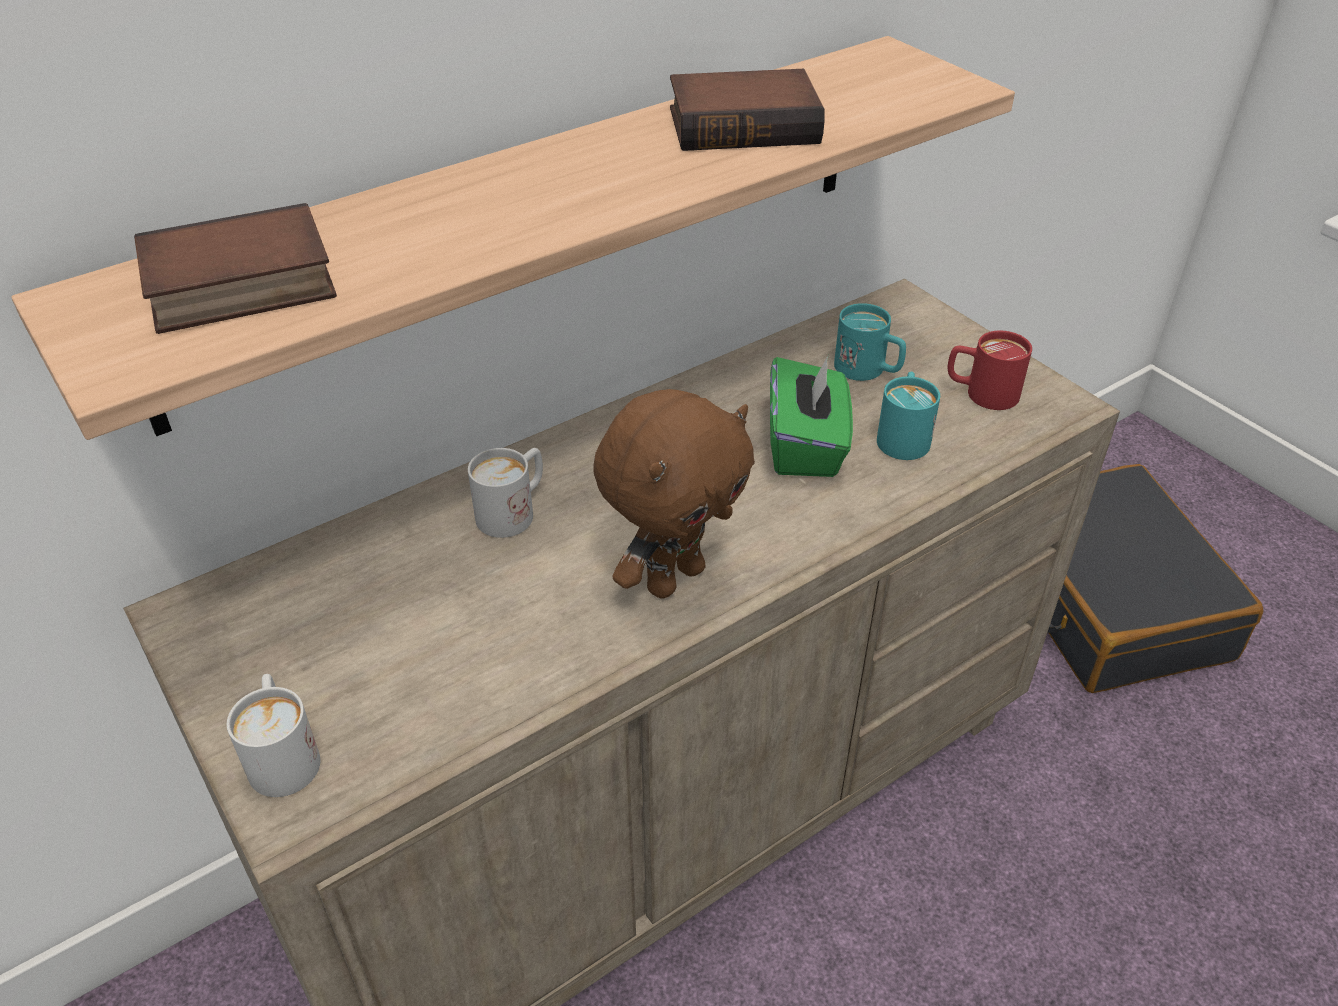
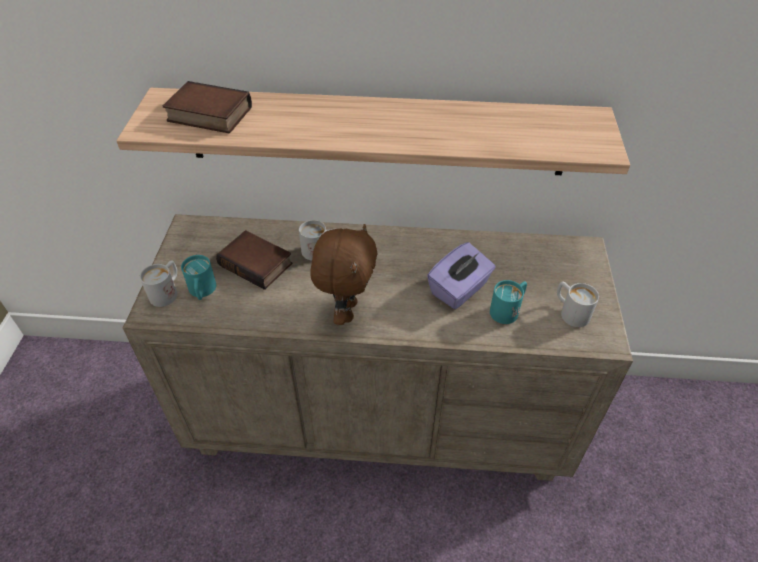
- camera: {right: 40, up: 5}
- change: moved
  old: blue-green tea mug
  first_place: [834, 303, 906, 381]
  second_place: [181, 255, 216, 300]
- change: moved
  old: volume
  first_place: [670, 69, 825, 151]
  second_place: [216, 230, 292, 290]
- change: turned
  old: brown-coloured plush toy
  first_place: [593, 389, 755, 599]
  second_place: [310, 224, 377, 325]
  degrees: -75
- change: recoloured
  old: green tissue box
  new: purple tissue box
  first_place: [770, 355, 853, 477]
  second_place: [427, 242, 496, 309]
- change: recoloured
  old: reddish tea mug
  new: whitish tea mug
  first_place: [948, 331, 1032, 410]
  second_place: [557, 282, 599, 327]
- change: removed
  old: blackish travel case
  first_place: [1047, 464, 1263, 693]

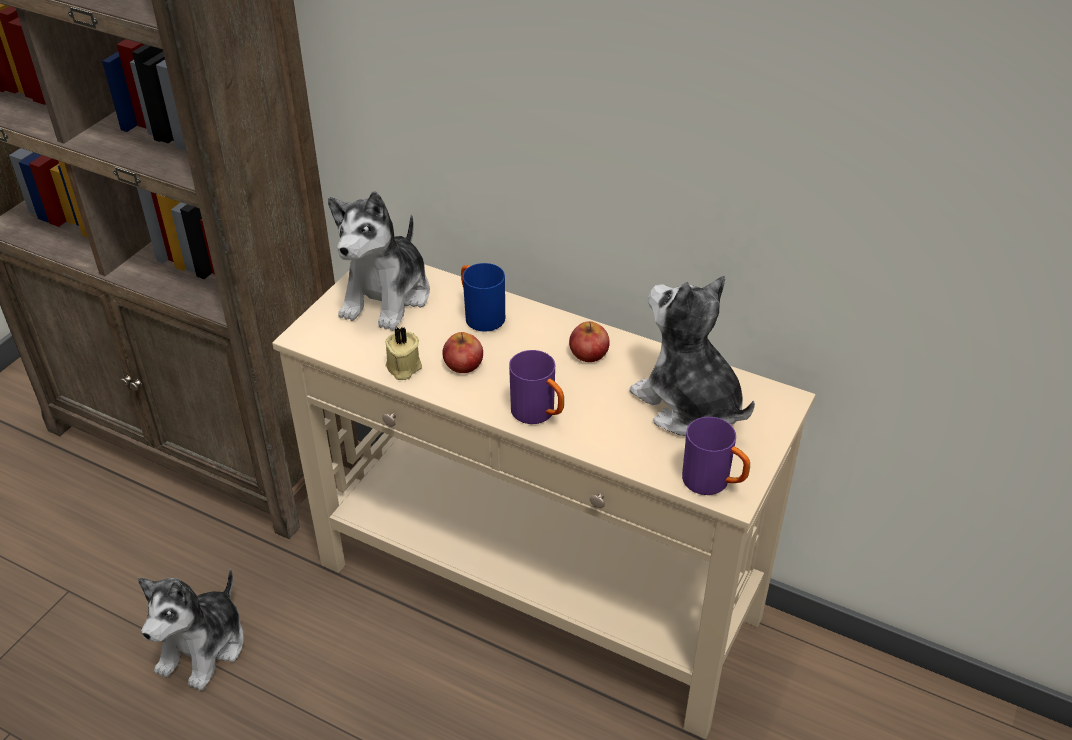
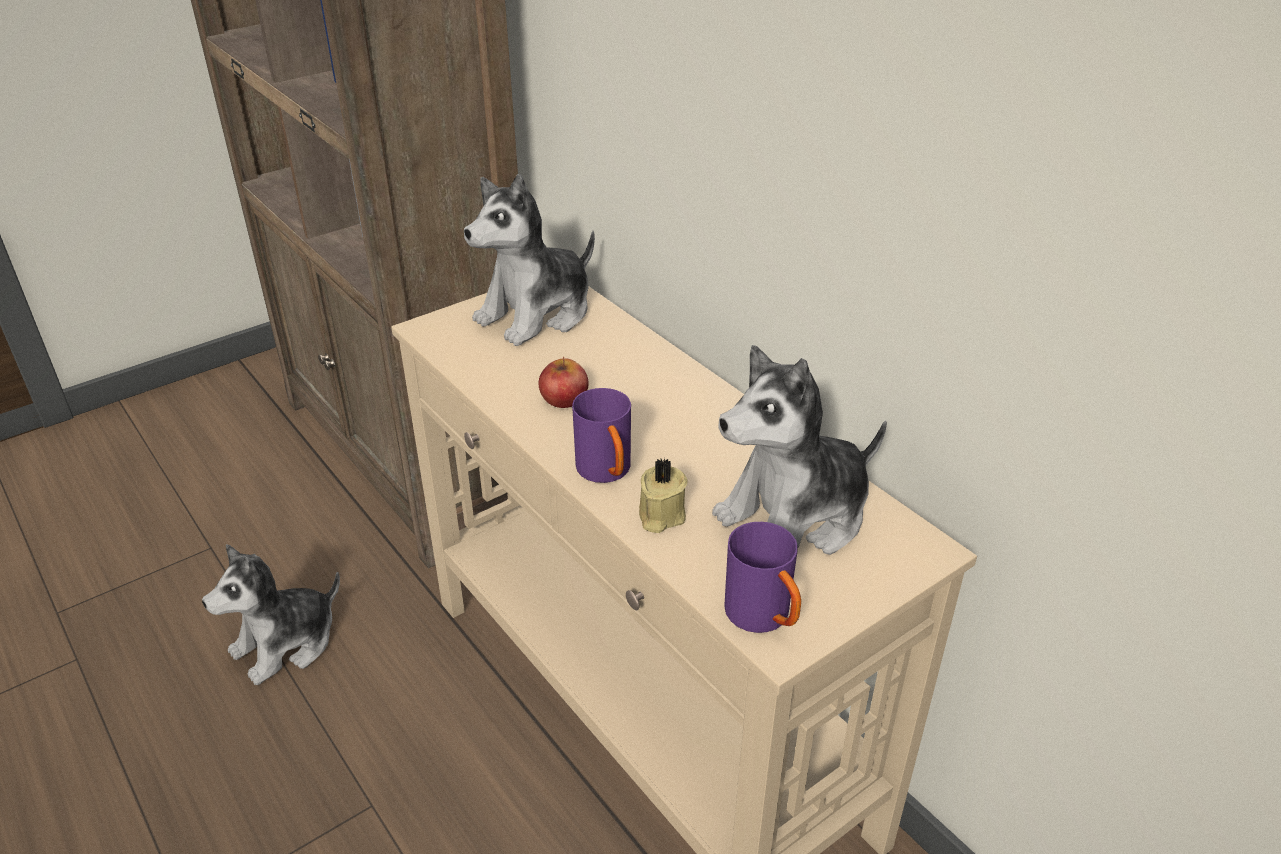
- camera: {right: 25, up: -5}
- change: moved
  old: beige candle
  first_place: [386, 326, 422, 380]
  second_place: [639, 458, 687, 533]
- change: turned
  old: plush toy
  first_place: [630, 276, 755, 436]
  second_place: [712, 345, 887, 555]
  degrees: -105
- change: removed
  old: blue-coloured tea mug
  first_place: [461, 263, 505, 332]
- change: removed
  old: apple fruit
  first_place: [569, 321, 610, 362]

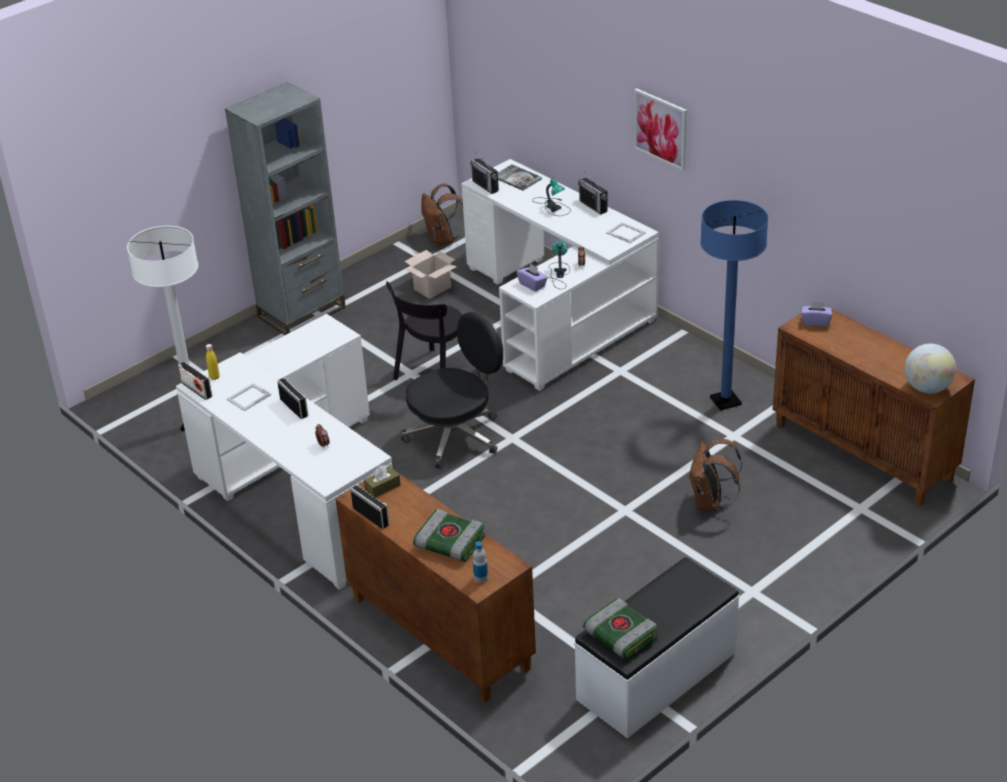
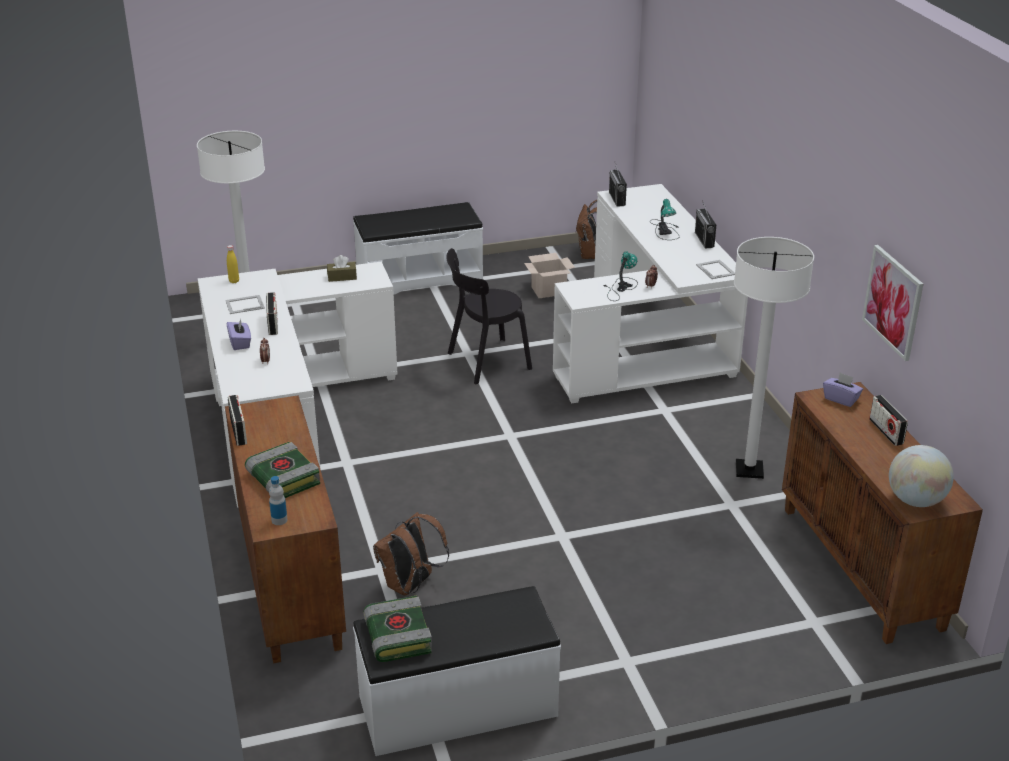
- camera: {right: 25, up: -5}
- change: moved
  old: purple tissue box
  first_place: [517, 263, 548, 291]
  second_place: [227, 319, 251, 350]
- change: moved
  old: brown-coloured tissue box
  first_place: [364, 465, 401, 498]
  second_place: [327, 255, 357, 282]
- change: replaced
  old: greyish bookcase
  new: whitish indoor bench
  first_place: [225, 82, 346, 335]
  second_place: [353, 202, 483, 294]
- change: moved
  old: brown-coloured backpack
  first_place: [689, 439, 742, 511]
  second_place: [373, 512, 449, 595]
- change: recoloured
  old: blue-coloured standard lamp
  new: whitish standard lamp
  first_place: [700, 200, 768, 410]
  second_place: [734, 237, 814, 479]
- change: moved
  old: picture
  first_place: [634, 88, 687, 171]
  second_place: [862, 245, 923, 361]
- change: moved
  old: radio set
  first_place: [178, 361, 212, 400]
  second_place: [869, 395, 908, 446]
- change: removed
  old: blackish office chair
  first_place: [401, 312, 503, 469]
- change: removed
  old: volume
  first_place: [498, 164, 542, 191]

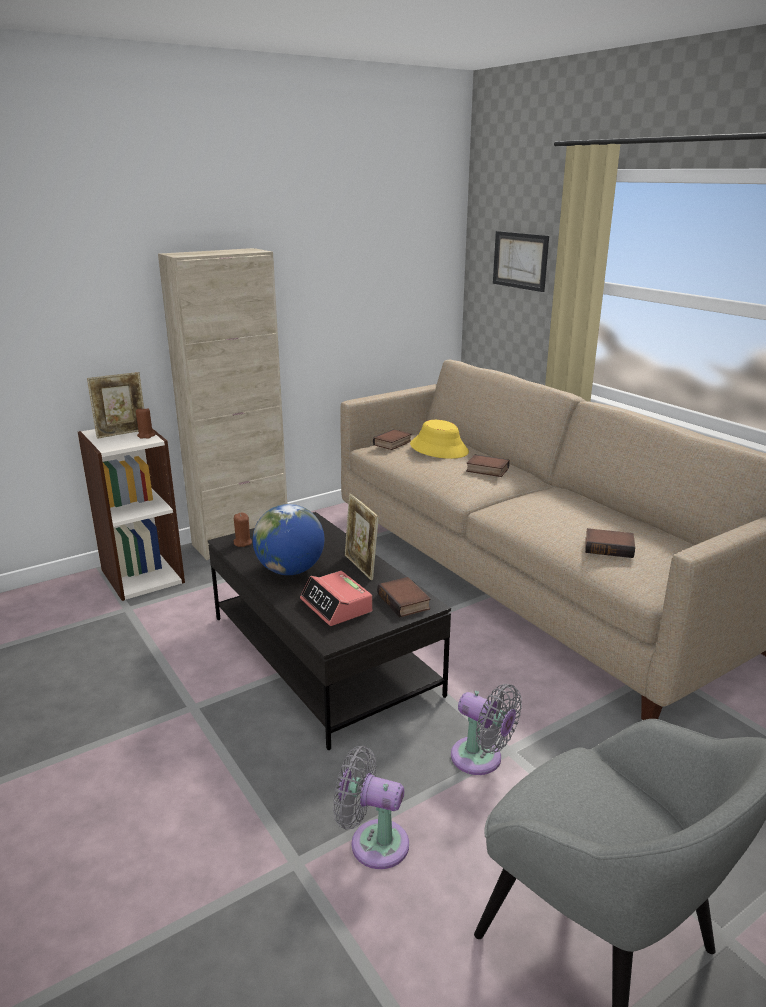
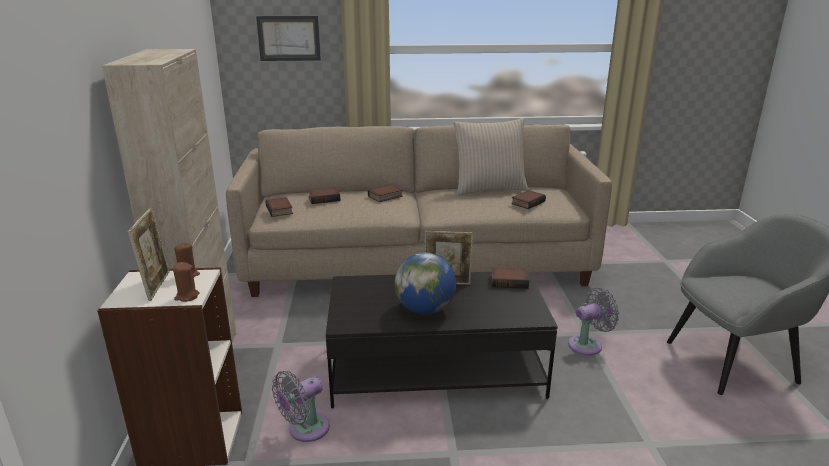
- camera: {right: -60, up: 0}
- change: moved
  old: brown-coloured candle
  first_place: [234, 513, 252, 547]
  second_place: [173, 262, 199, 302]
- change: moved
  old: greyish electric fan
  first_place: [333, 746, 409, 869]
  second_place: [272, 371, 330, 442]
- change: replaced
  old: yellow hat
  new: volume
  first_place: [410, 420, 469, 459]
  second_place: [308, 188, 340, 204]
- change: added
  new: beige cushion
  second_place: [453, 118, 529, 195]
- change: removed
  old: table clock
  first_place: [300, 571, 372, 626]

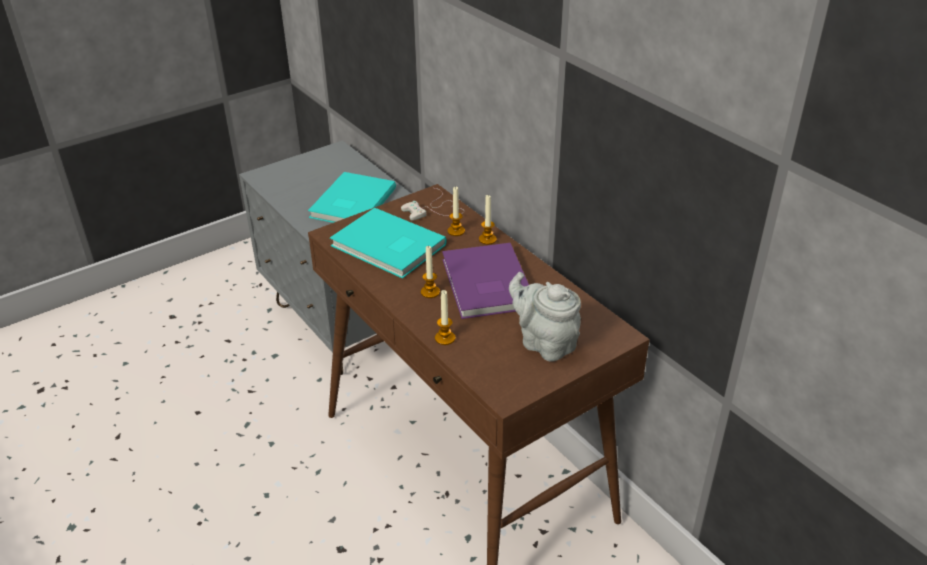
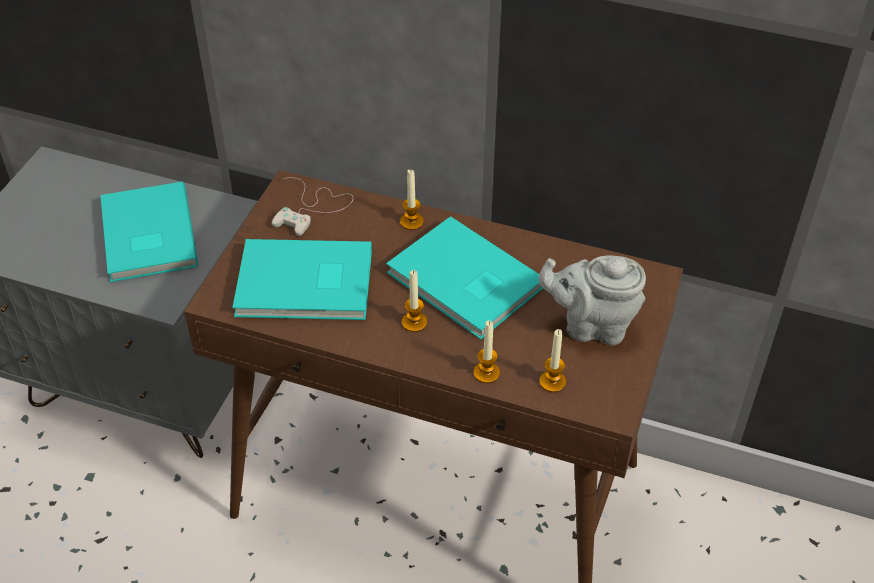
- camera: {right: -35, up: 10}
- change: recoloured
  old: purple volume
  new: blue-green volume
  first_place: [442, 243, 529, 319]
  second_place: [386, 216, 543, 340]
- change: moved
  old: candle
  first_place: [448, 186, 465, 236]
  second_place: [539, 329, 566, 393]

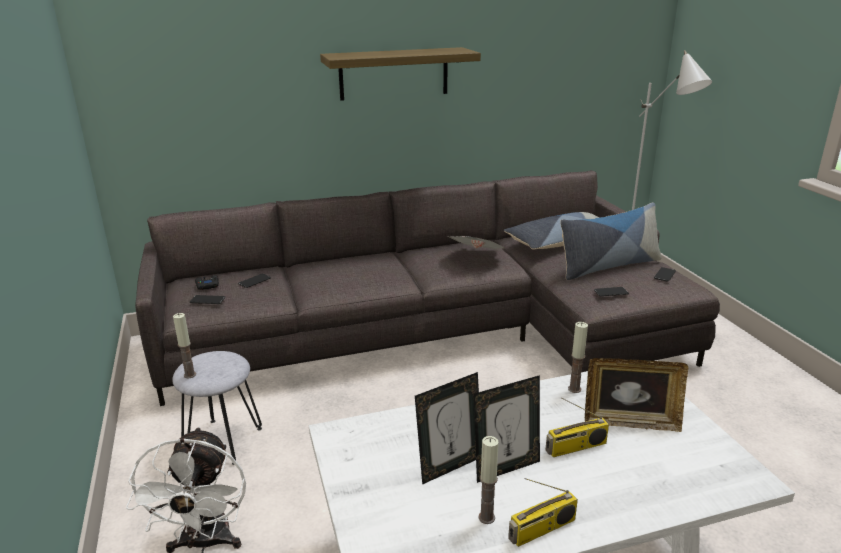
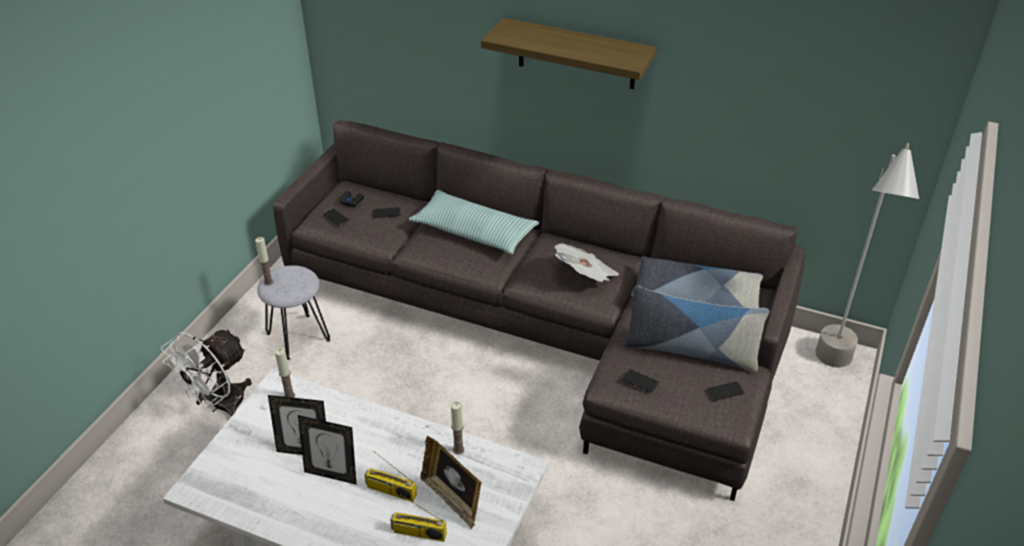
- camera: {right: 40, up: 15}
- change: moved
  old: candle
  first_place: [478, 436, 499, 524]
  second_place: [275, 348, 295, 398]
- change: moved
  old: radio set
  first_place: [508, 478, 578, 547]
  second_place: [390, 495, 447, 542]
- change: added
  new: cushion
  second_place: [409, 190, 539, 254]

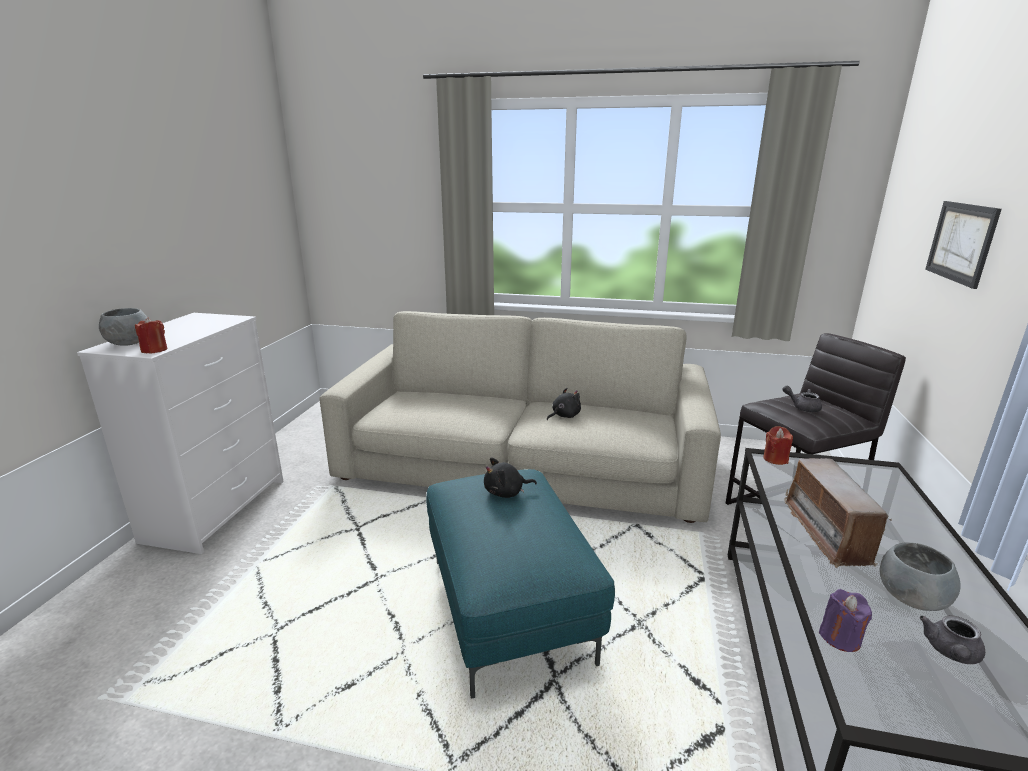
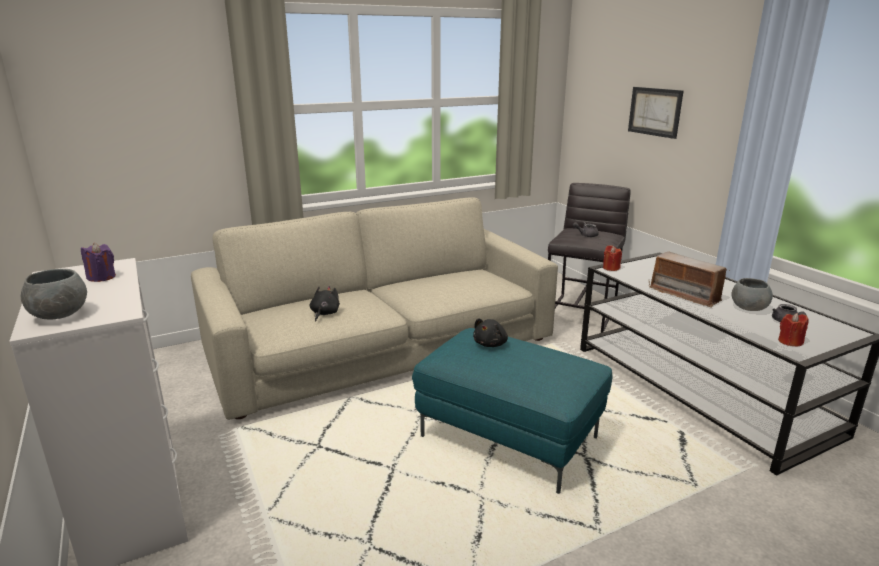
- camera: {right: -40, up: 0}
- change: moved
  old: purple candle
  first_place: [819, 589, 872, 652]
  second_place: [81, 243, 116, 282]
- change: moved
  old: blackish plush toy
  first_place: [547, 388, 581, 420]
  second_place: [310, 286, 340, 321]
- change: moved
  old: reddish candle
  first_place: [135, 317, 168, 354]
  second_place: [778, 313, 809, 346]

